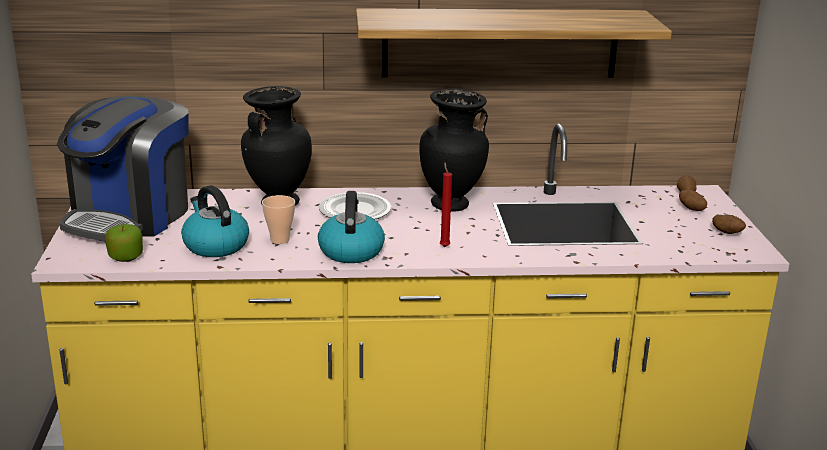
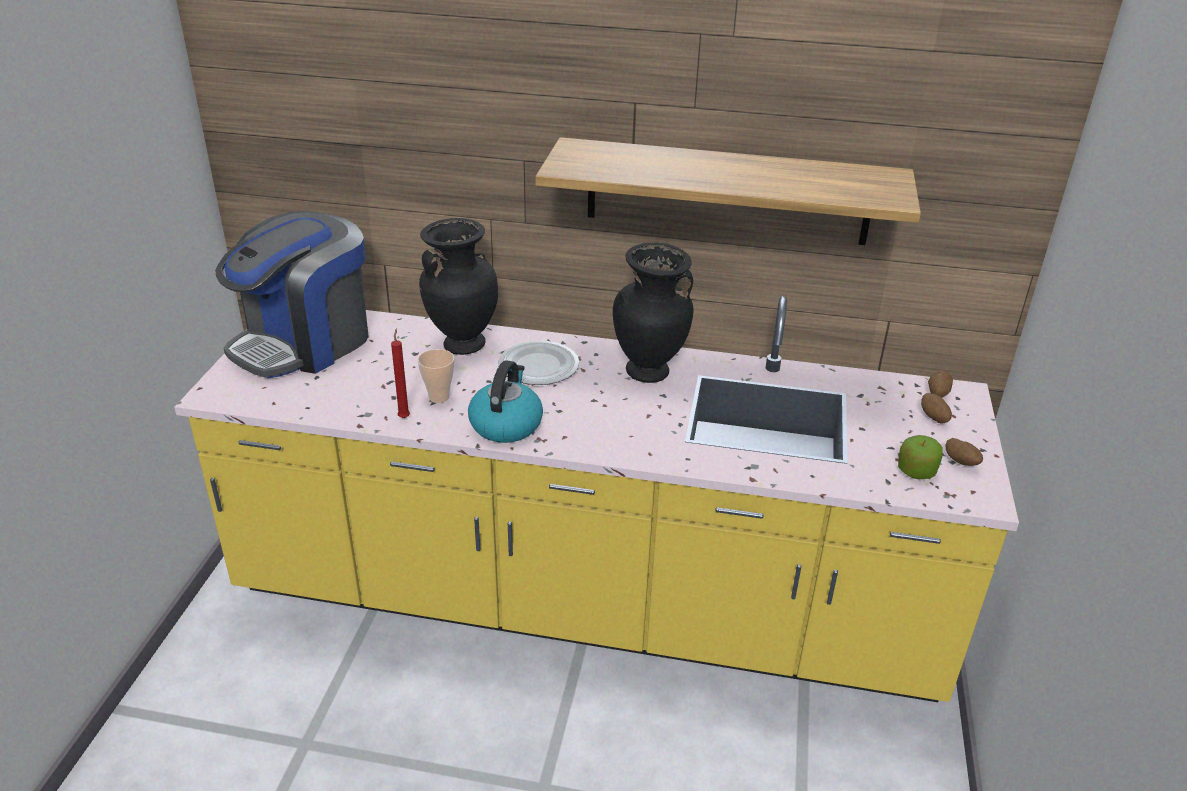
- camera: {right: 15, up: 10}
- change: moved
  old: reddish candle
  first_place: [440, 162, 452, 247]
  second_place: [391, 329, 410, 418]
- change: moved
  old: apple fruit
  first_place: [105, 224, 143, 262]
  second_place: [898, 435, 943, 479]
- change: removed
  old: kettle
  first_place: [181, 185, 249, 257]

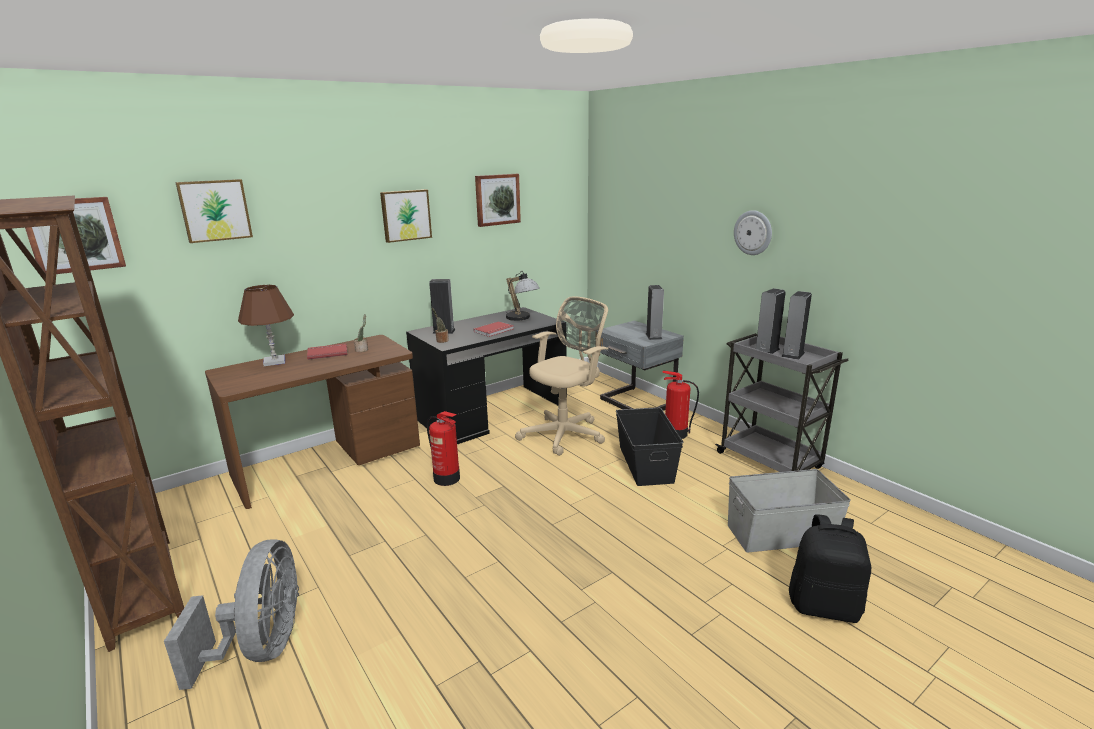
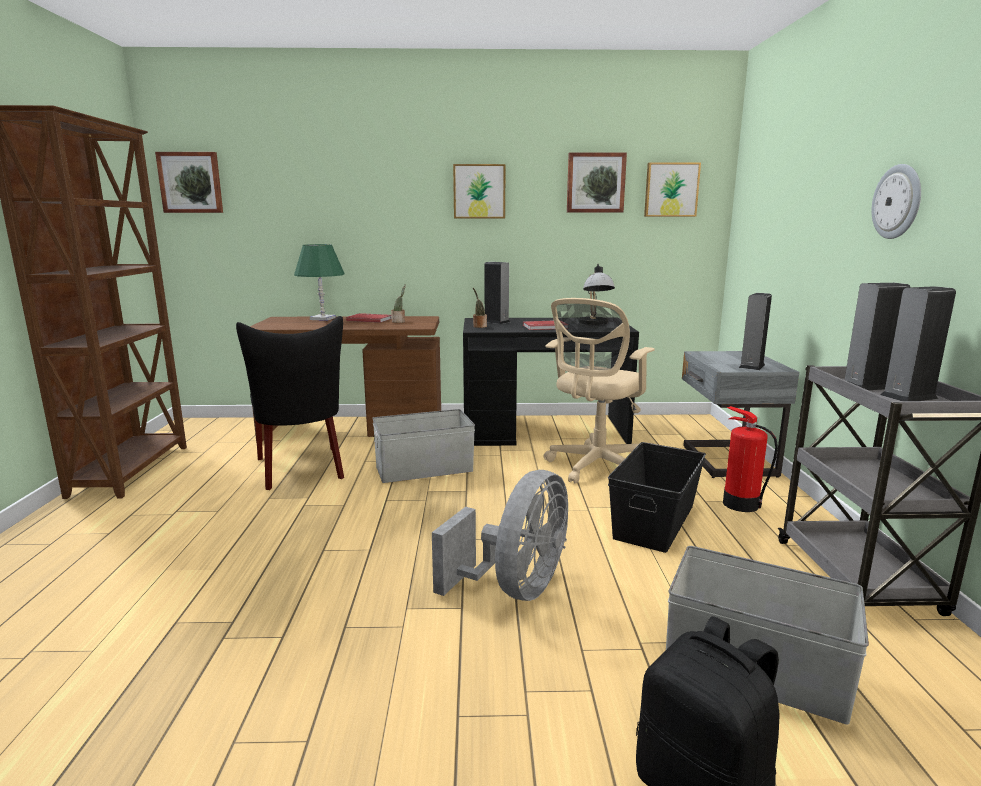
- camera: {right: 35, up: -5}
- change: added
  new: blackish plain chair
  second_place: [236, 316, 344, 490]
- change: recoloured
  old: brown-coloured table lamp
  new: green table lamp
  first_place: [238, 285, 294, 366]
  second_place: [294, 244, 344, 321]
- change: replaced
  old: fire extinguisher
  new: greyish storage bin
  first_place: [427, 411, 460, 486]
  second_place: [372, 409, 475, 483]
- change: moved
  old: greyish electric fan
  first_place: [164, 539, 299, 690]
  second_place: [432, 470, 568, 601]
- change: turned
  old: beige office chair
  first_place: [515, 296, 608, 456]
  second_place: [543, 298, 655, 484]
  degrees: 135
- change: moved
  old: picture
  first_place: [175, 179, 253, 243]
  second_place: [644, 162, 701, 217]

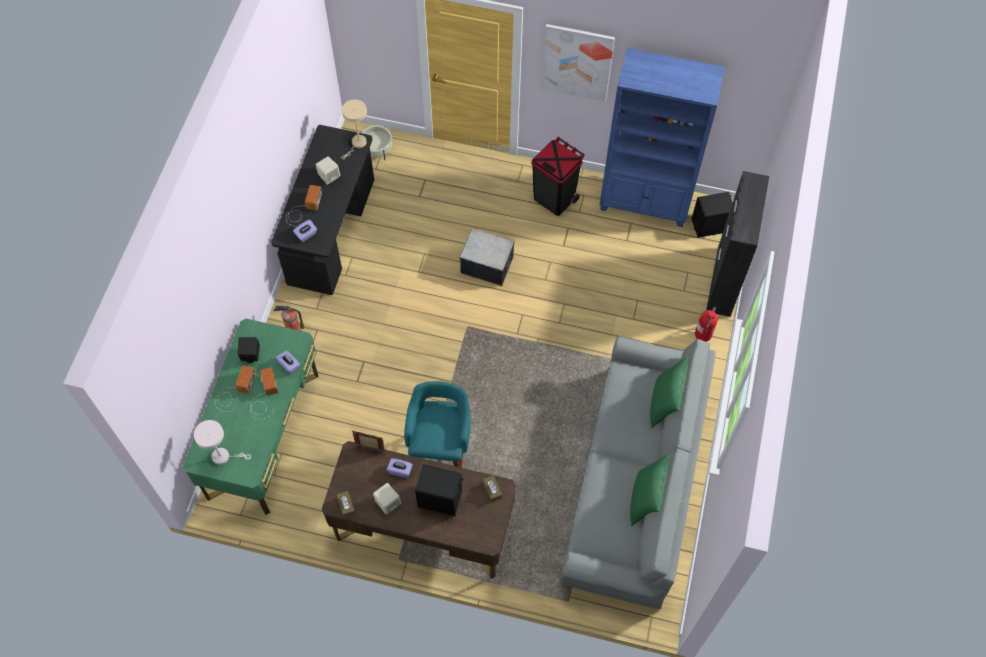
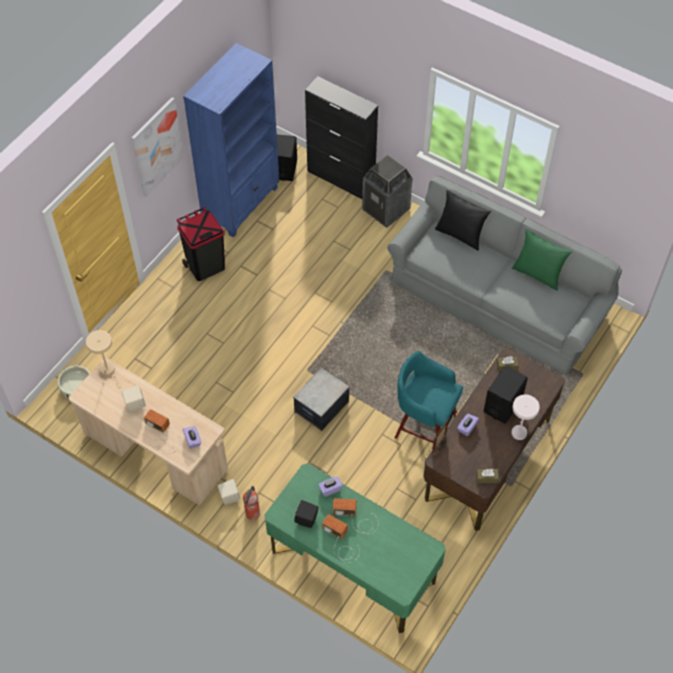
- camera: {right: -70, up: -5}
- change: recoloured
  old: blackish desk
  new: beige desk
  first_place: [271, 125, 374, 295]
  second_place: [68, 357, 228, 506]
- change: moved
  old: beige speaker
  first_place: [373, 483, 401, 515]
  second_place: [217, 479, 240, 505]
- change: moved
  old: storage bin
  first_place: [460, 229, 515, 286]
  second_place: [293, 367, 350, 431]
- change: replaced
  old: fire extinguisher
  new: waste bin
  first_place: [695, 307, 718, 342]
  second_place: [362, 155, 413, 228]
- change: recoloured
  old: green cushion
  new: blackish cushion
  first_place: [650, 356, 689, 428]
  second_place: [435, 190, 491, 251]
- change: moved
  old: whitish table lamp
  first_place: [194, 420, 251, 465]
  second_place: [511, 394, 540, 440]

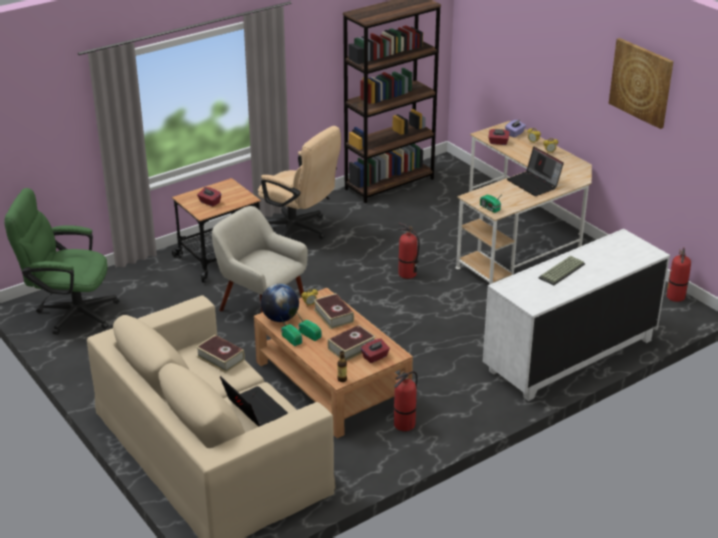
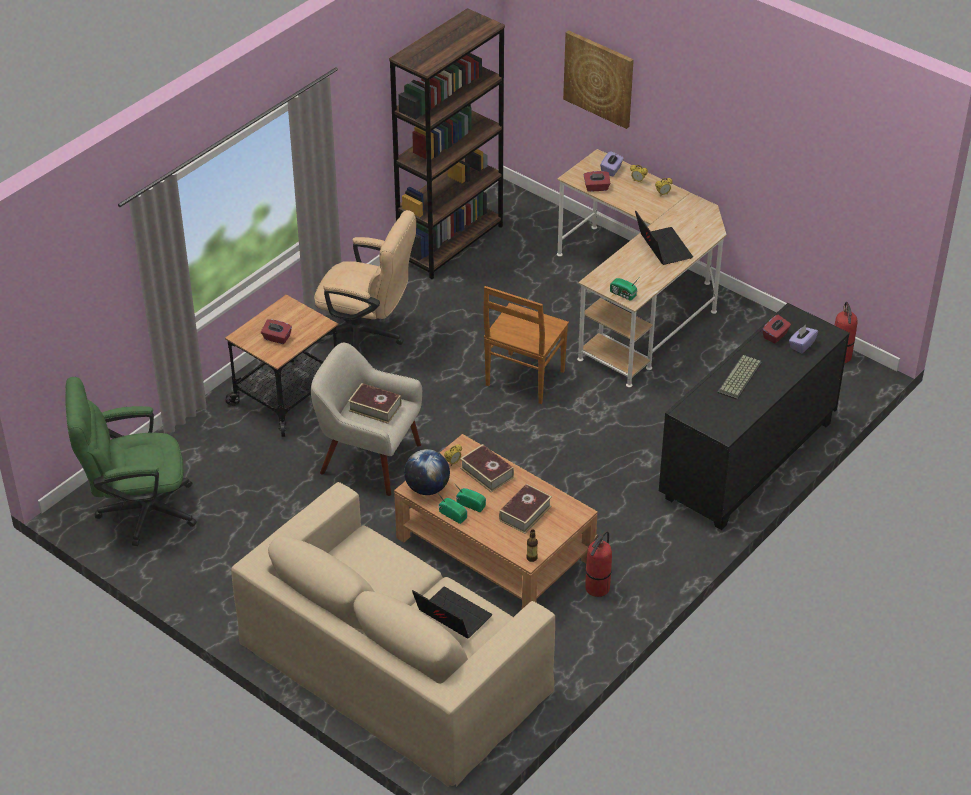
- camera: {right: -15, up: 10}
- change: moved
  old: volume
  first_place: [196, 335, 245, 373]
  second_place: [348, 383, 401, 424]
- change: replaced
  old: fire extinguisher
  new: brown-coloured plain chair
  first_place: [398, 223, 420, 279]
  second_place: [483, 286, 569, 404]
- change: moved
  old: picture
  first_place: [609, 38, 674, 129]
  second_place: [563, 30, 634, 129]
- change: turned
  old: notebook computer
  first_place: [507, 147, 564, 196]
  second_place: [635, 210, 693, 265]
  degrees: -150
- change: recoloured
  old: whitish chest of drawers
  new: blackish chest of drawers
  first_place: [483, 229, 670, 401]
  second_place: [659, 303, 850, 530]
- change: moved
  old: reddish tissue box
  first_place: [361, 339, 390, 363]
  second_place: [762, 315, 791, 344]
- change: added
  new: purple tissue box
  second_place: [789, 325, 818, 353]

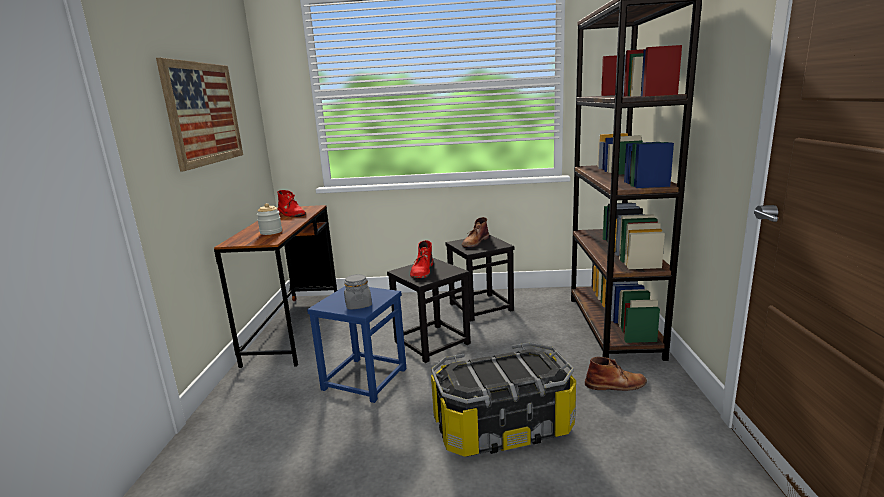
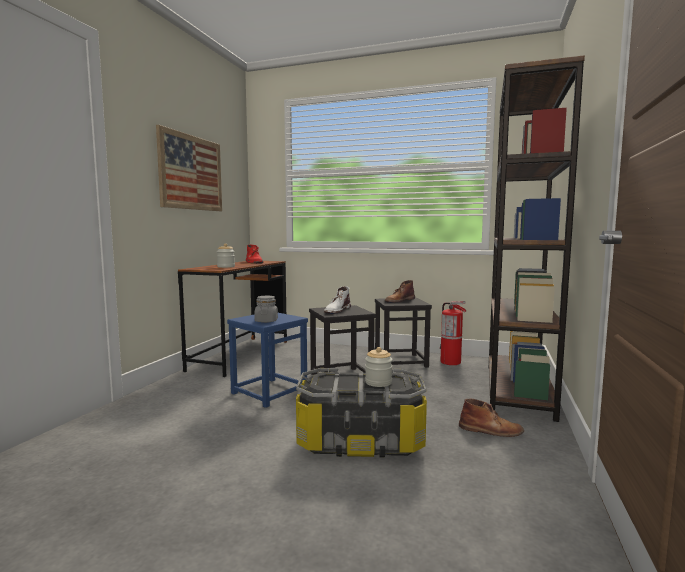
- camera: {right: 15, up: -10}
- change: recoloured
  old: reddish high-top boot
  new: whitish high-top boot
  first_place: [410, 240, 434, 279]
  second_place: [324, 286, 351, 314]
- change: added
  new: jar
  second_place: [365, 347, 393, 387]
- change: added
  new: fire extinguisher
  second_place: [439, 301, 467, 365]

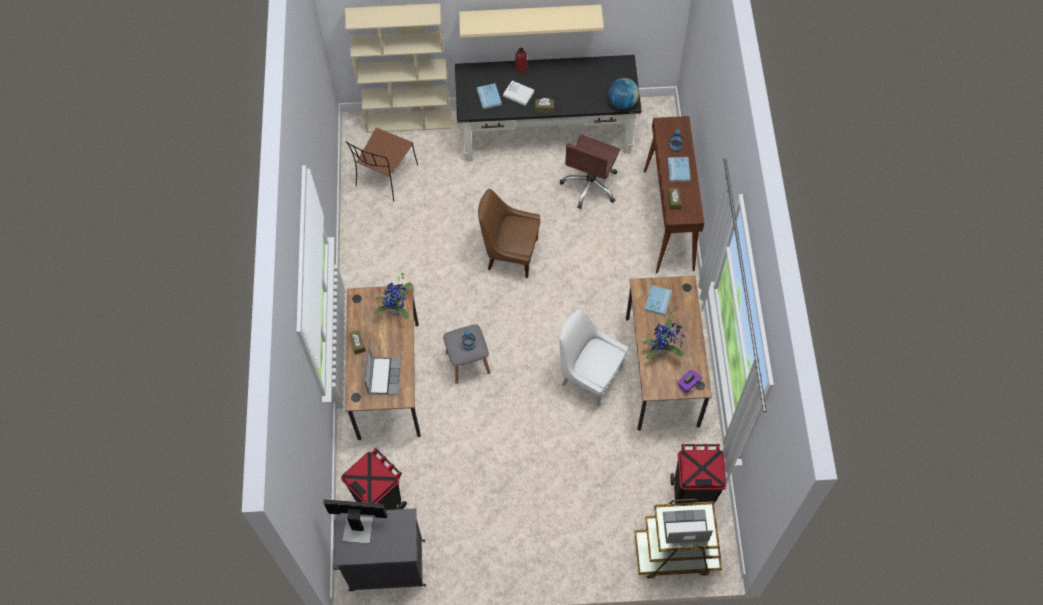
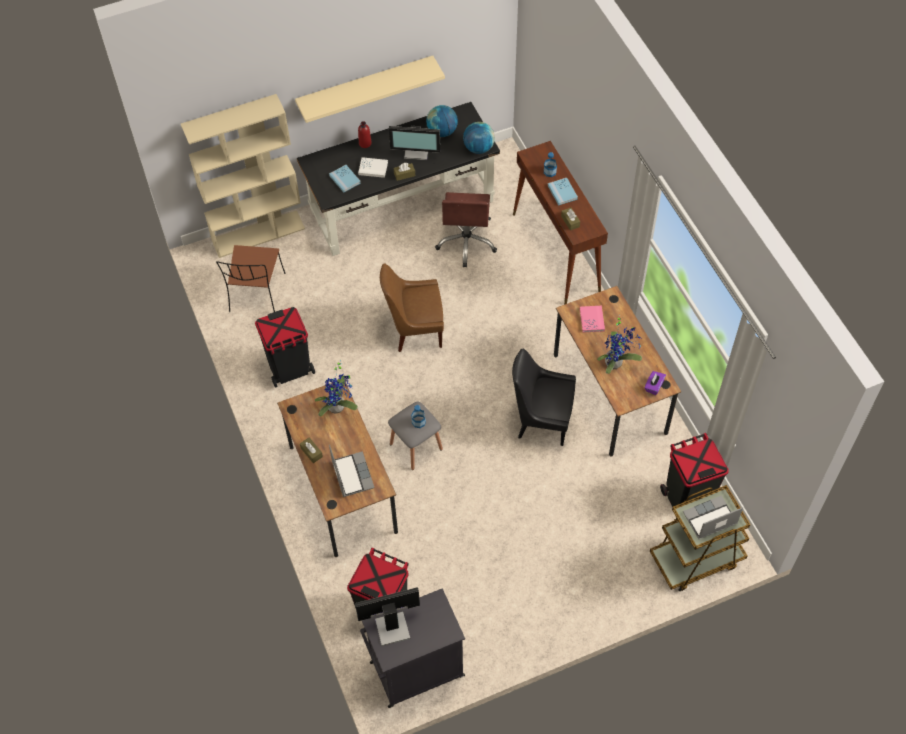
- camera: {right: -20, up: -5}
- change: added
  new: blackish waste bin
  second_place: [255, 307, 315, 388]
- change: added
  new: computer display
  second_place: [389, 126, 440, 160]
- change: added
  new: world globe
  second_place: [426, 105, 458, 137]
- change: recoloured
  old: whitish plain chair
  new: blackish plain chair
  first_place: [559, 309, 628, 406]
  second_place: [512, 349, 576, 446]
- change: recoloured
  old: blue-coloured volume
  new: pink-coloured volume
  first_place: [644, 285, 672, 316]
  second_place: [580, 306, 605, 333]

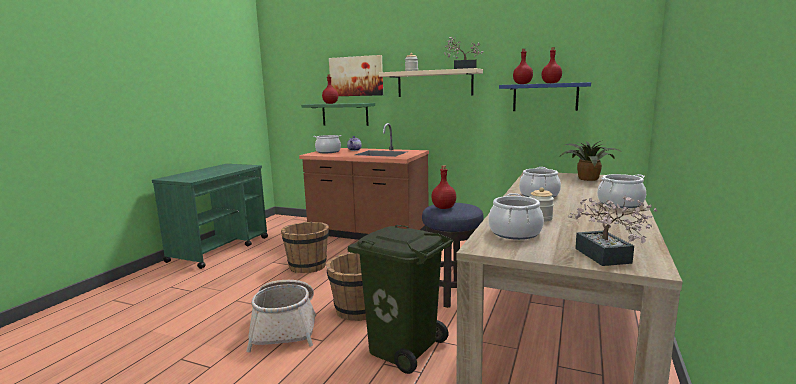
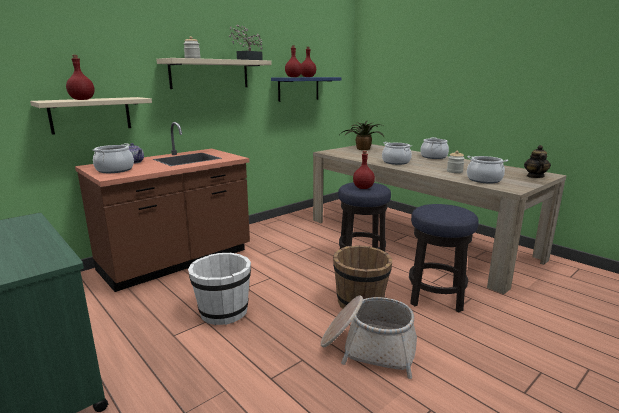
- camera: {right: -65, up: 5}
- change: recoloured
  old: green wall shelf
  new: beige wall shelf
  first_place: [301, 103, 375, 126]
  second_place: [30, 97, 152, 135]
- change: recoloured
  old: brown-coloured pail
  new: whitish pail
  first_place: [281, 222, 329, 273]
  second_place: [188, 253, 251, 325]
- change: replaced
  old: green waste bin
  new: stool seat
  first_place: [348, 225, 453, 374]
  second_place: [409, 204, 479, 312]
- change: replaced
  old: houseplant
  new: tea pot
  first_place: [568, 196, 657, 266]
  second_place: [524, 145, 551, 178]
- change: removed
  old: picture
  first_place: [329, 55, 383, 96]

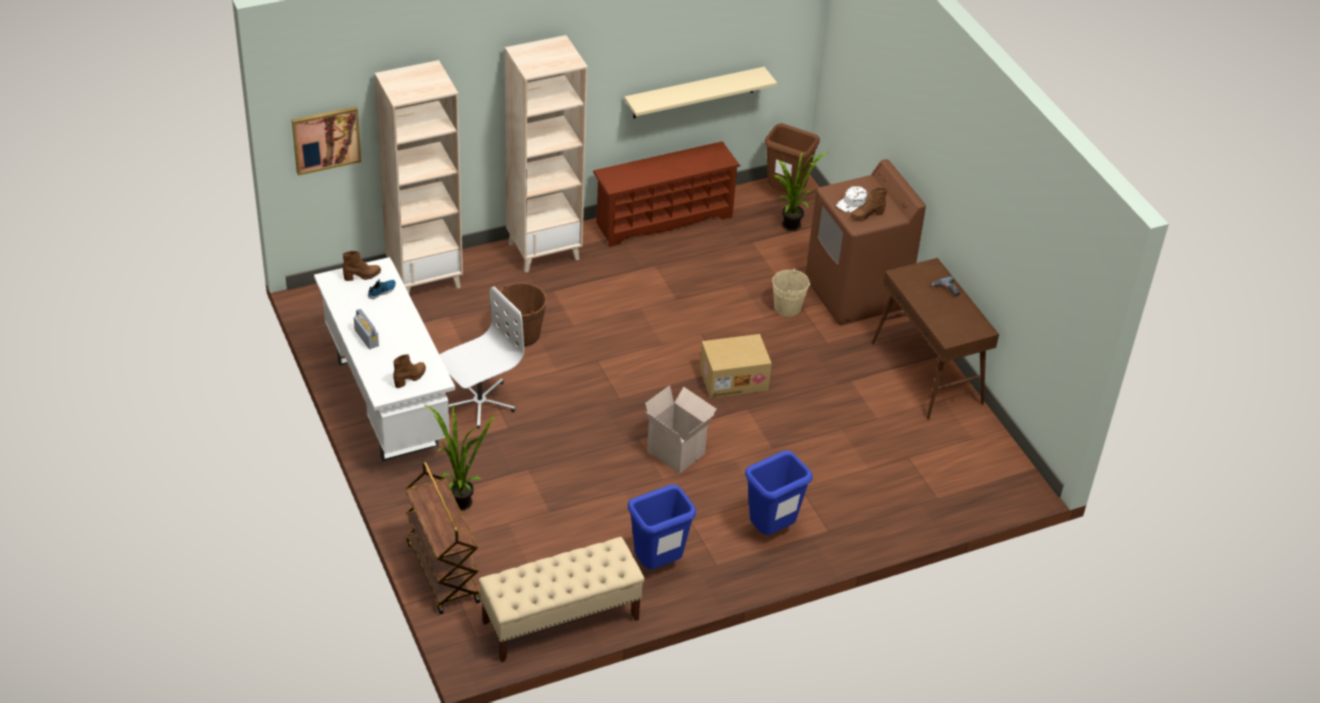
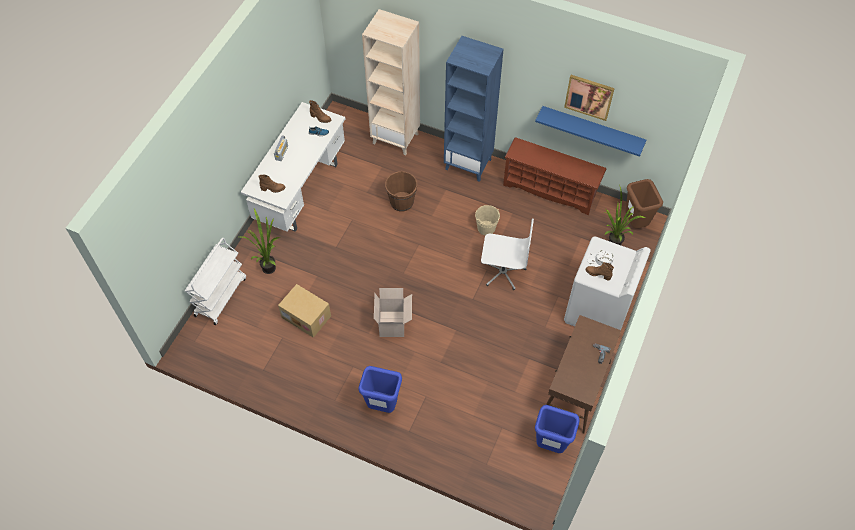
- camera: {right: 50, up: 15}
- change: recoloured
  old: brown-coloured wheeled cart
  new: whitish wheeled cart
  first_place: [405, 461, 480, 614]
  second_place: [185, 238, 246, 325]
- change: moved
  old: packing box
  first_place: [699, 334, 772, 399]
  second_place: [278, 284, 331, 338]
- change: recoloured
  old: beige bookcase
  new: blue-coloured bookcase
  first_place: [505, 35, 588, 273]
  second_place: [444, 36, 504, 182]
- change: moved
  old: beige pail
  first_place: [772, 268, 810, 317]
  second_place: [475, 205, 500, 235]
- change: moved
  old: whitish office chair
  first_place: [439, 287, 524, 429]
  second_place: [481, 218, 534, 290]
- change: recoloured
  old: beige wall shelf
  new: blue-coloured wall shelf
  first_place: [624, 67, 777, 118]
  second_place: [535, 106, 646, 157]
- change: moved
  old: blue-coloured waste bin
  first_place: [628, 484, 696, 569]
  second_place: [535, 405, 580, 453]
- change: moved
  old: picture
  first_place: [292, 106, 362, 176]
  second_place: [564, 75, 615, 121]
- change: recoloured
  old: brown-coloured laundry machine
  new: whitish laundry machine
  first_place: [805, 159, 926, 326]
  second_place: [564, 236, 651, 330]
- change: removed
  old: beige indoor bench
  first_place: [479, 537, 645, 662]

